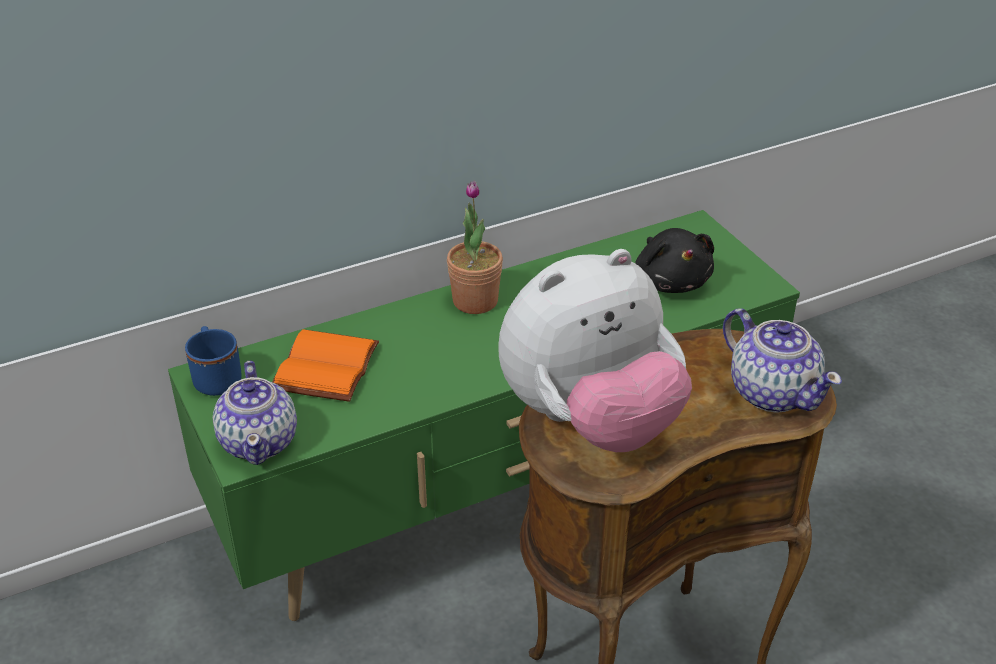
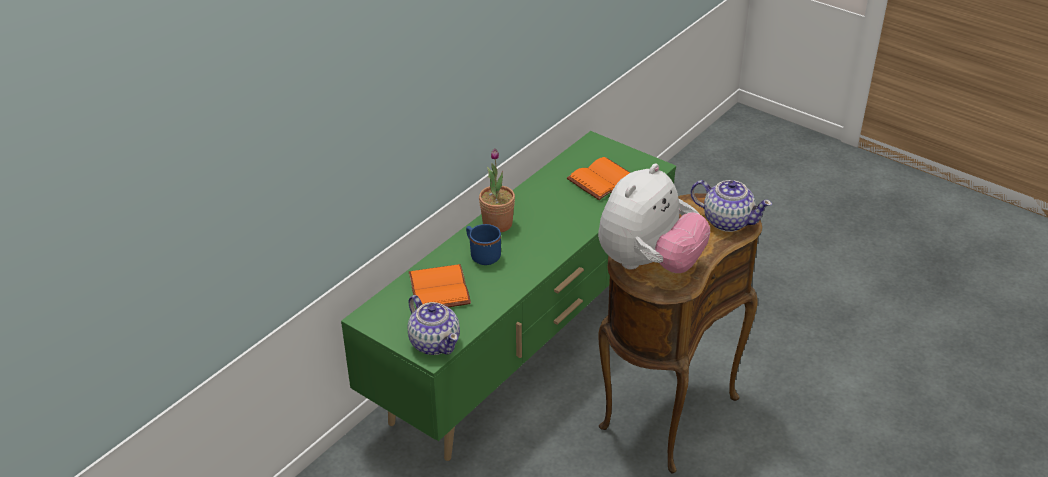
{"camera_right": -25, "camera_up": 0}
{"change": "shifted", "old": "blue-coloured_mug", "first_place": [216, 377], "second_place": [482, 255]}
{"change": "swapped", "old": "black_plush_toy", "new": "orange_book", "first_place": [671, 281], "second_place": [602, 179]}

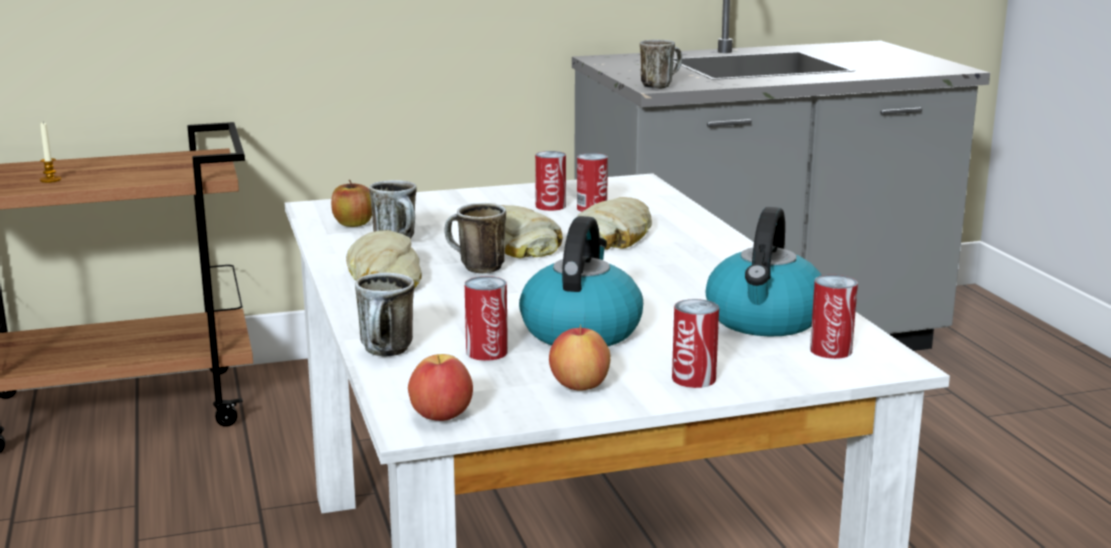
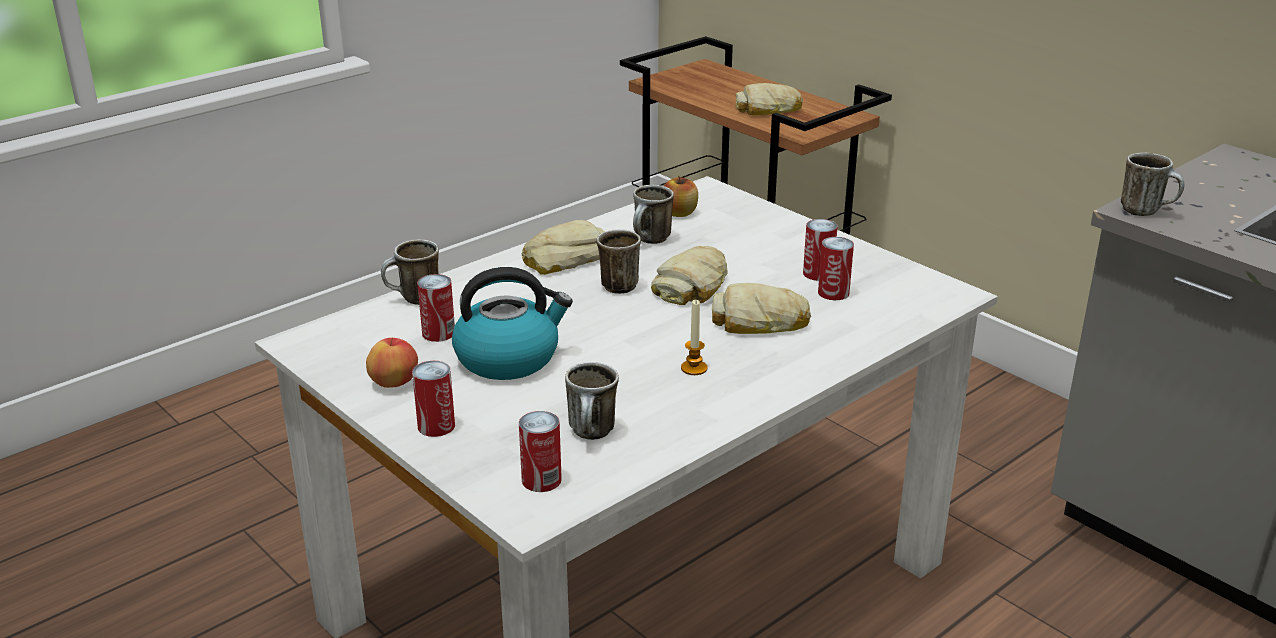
{"camera_right": 65, "camera_up": 10}
{"change": "gone", "old": "whole_apple", "first_place": [441, 416]}
{"change": "new", "new": "bread", "second_place": [768, 109]}
{"change": "shifted", "old": "wax_candle", "first_place": [50, 180], "second_place": [694, 368]}
{"change": "swapped", "old": "water_kettle", "new": "mug", "first_place": [765, 320], "second_place": [593, 435]}

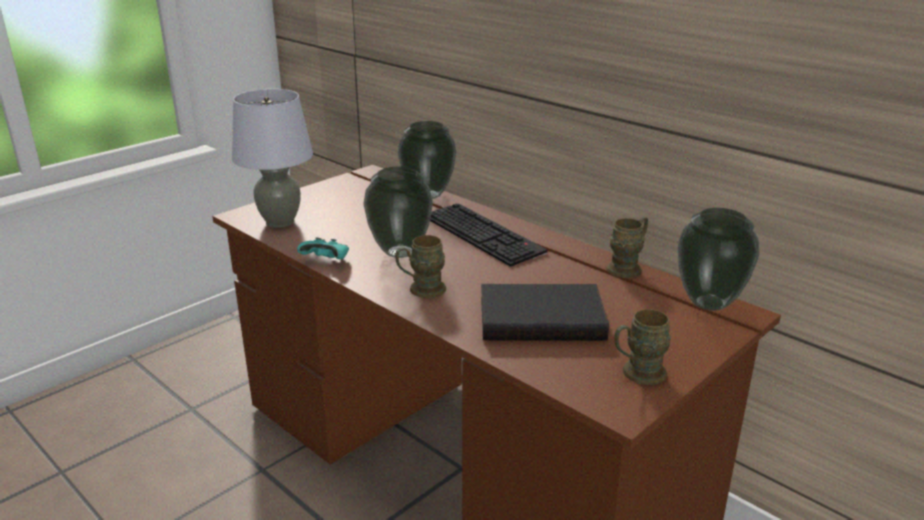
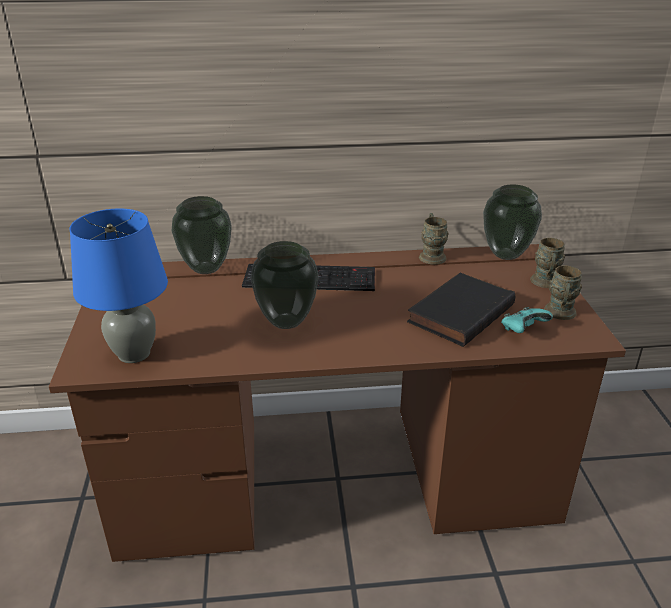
{"camera_right": -50, "camera_up": 5}
{"change": "shifted", "old": "turquoise-coloured_gamepad", "first_place": [327, 261], "second_place": [523, 330]}
{"change": "shifted", "old": "brown_mug", "first_place": [421, 290], "second_place": [545, 283]}
{"change": "repainted", "old": "greyish_tabletop_lamp", "new": "blue-coloured_tabletop_lamp", "first_place": [280, 222], "second_place": [133, 354]}

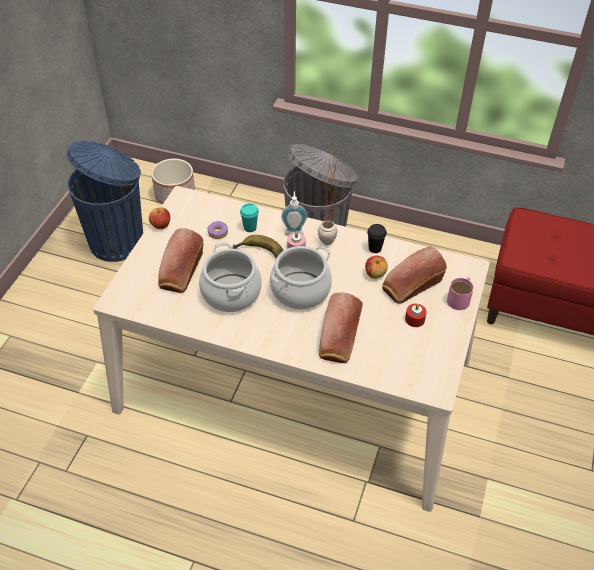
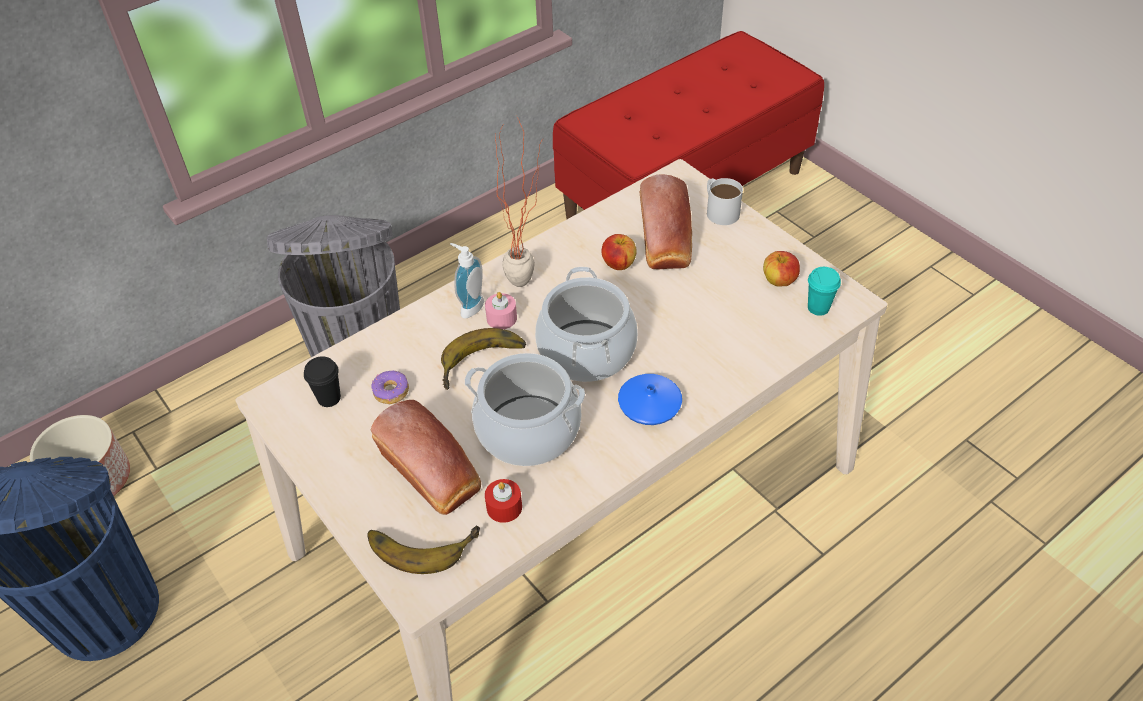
{"camera_right": -55, "camera_up": 0}
{"change": "gone", "old": "bread", "first_place": [338, 339]}
{"change": "new", "new": "banana", "second_place": [422, 541]}
{"change": "new", "new": "blue-coloured_decorative_vase", "second_place": [649, 405]}
{"change": "shifted", "old": "whole_apple", "first_place": [161, 225], "second_place": [779, 281]}
{"change": "shifted", "old": "turquoise-coloured_cup", "first_place": [250, 228], "second_place": [818, 308]}
{"change": "shifted", "old": "black_cup", "first_place": [375, 248], "second_place": [329, 398]}
{"change": "shifted", "old": "red-coloured_wax_candle", "first_place": [415, 319], "second_place": [504, 507]}
{"change": "repainted", "old": "pink-coloured_mug", "new": "whitish_mug", "first_place": [460, 298], "second_place": [719, 210]}

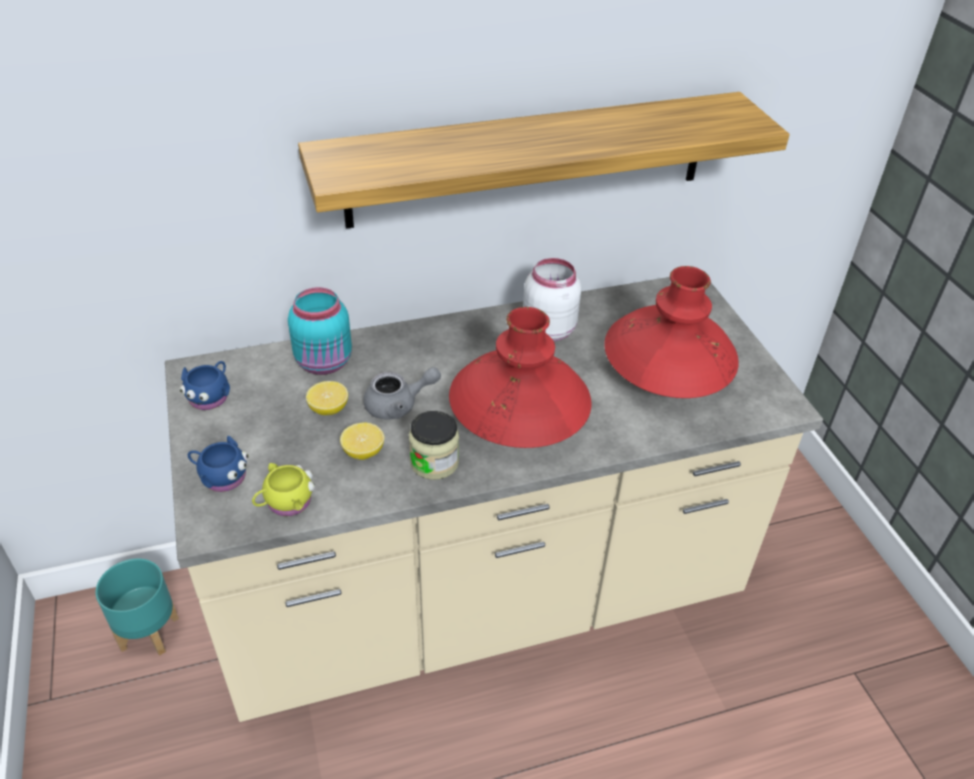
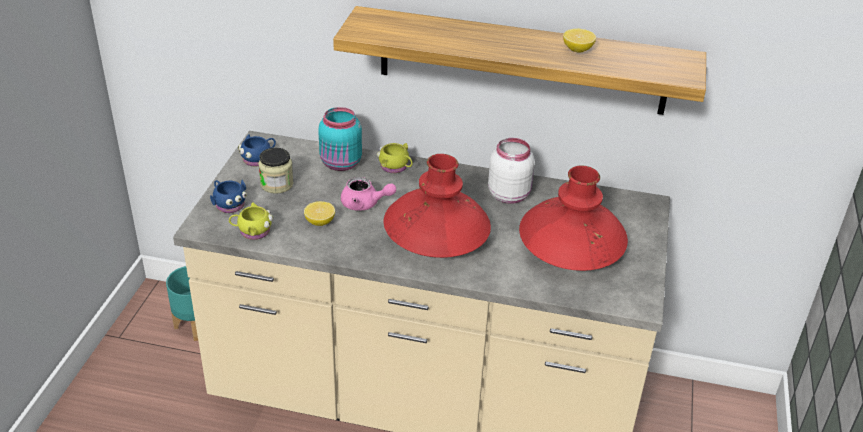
{"camera_right": 30, "camera_up": -5}
{"change": "new", "new": "yellow-coloured_mug", "second_place": [396, 167]}
{"change": "shifted", "old": "whole_lemon", "first_place": [329, 409], "second_place": [577, 50]}
{"change": "shifted", "old": "storage_jar", "first_place": [434, 462], "second_place": [277, 184]}
{"change": "repainted", "old": "greyish_tea_pot", "new": "pink-coloured_tea_pot", "first_place": [398, 405], "second_place": [365, 204]}

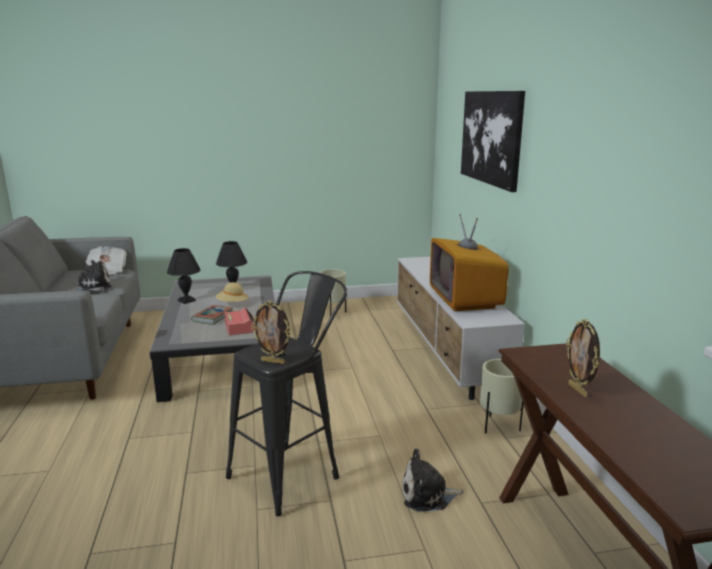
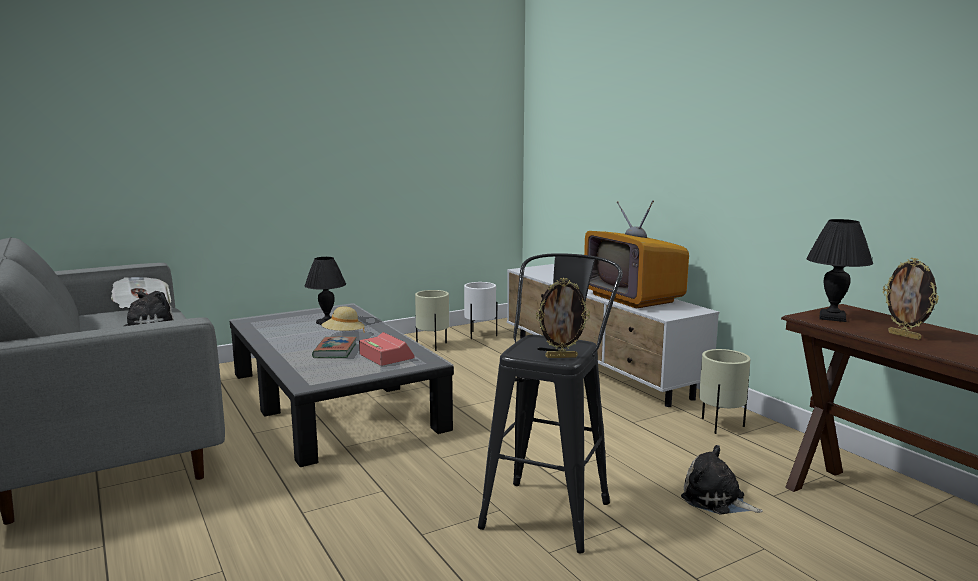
{"camera_right": -20, "camera_up": -5}
{"change": "gone", "old": "picture", "first_place": [491, 137]}
{"change": "new", "new": "whitish_plant_pot", "second_place": [480, 336]}
{"change": "shifted", "old": "black_tabletop_lamp", "first_place": [187, 300], "second_place": [832, 317]}
{"change": "rotated", "old": "plush_toy", "first_place": [427, 495], "second_place": [716, 500], "degrees": 60}

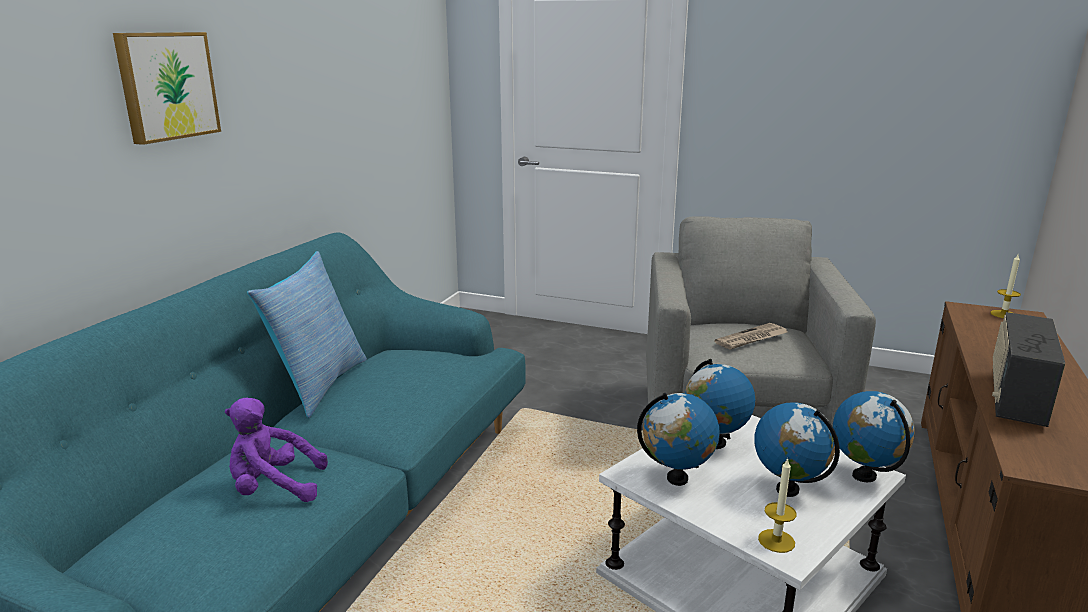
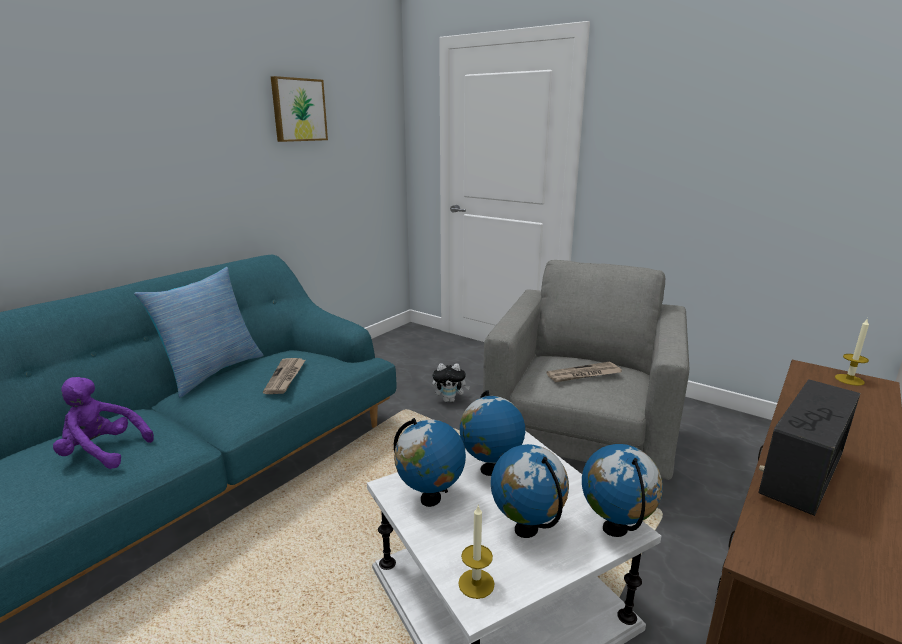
{"camera_right": 15, "camera_up": 0}
{"change": "new", "new": "newspaper", "second_place": [285, 377]}
{"change": "new", "new": "plush_toy", "second_place": [450, 400]}
{"change": "shifted", "old": "picture", "first_place": [166, 86], "second_place": [298, 110]}

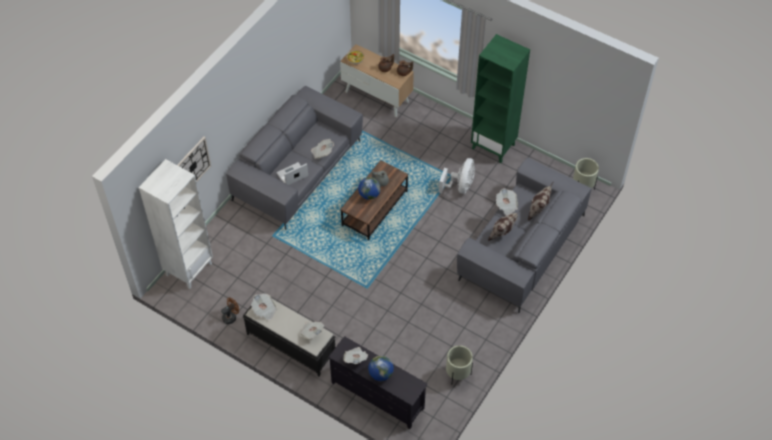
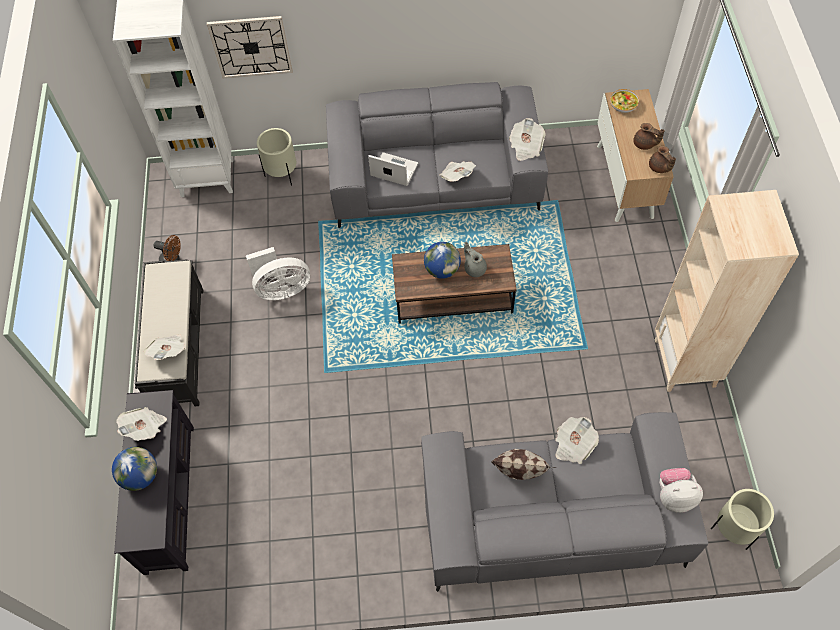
{"camera_right": 55, "camera_up": 5}
{"change": "gone", "old": "pillow", "first_place": [538, 210]}
{"change": "new", "new": "plush_toy", "second_place": [674, 496]}
{"change": "shifted", "old": "newspaper", "first_place": [264, 310], "second_place": [525, 147]}
{"change": "shifted", "old": "whitish_cooling_fan", "first_place": [460, 186], "second_place": [281, 289]}
{"change": "shifted", "old": "sand-coloured_plant_pot", "first_place": [457, 374], "second_place": [282, 174]}
{"change": "repainted", "old": "greenish_bookcase", "new": "sand-coloured_bookcase", "first_place": [493, 146], "second_place": [685, 363]}

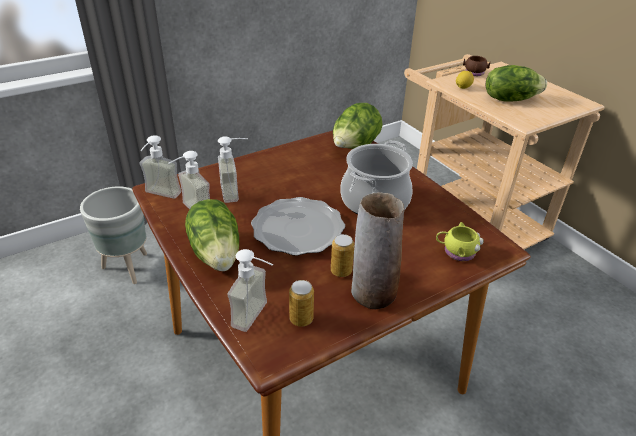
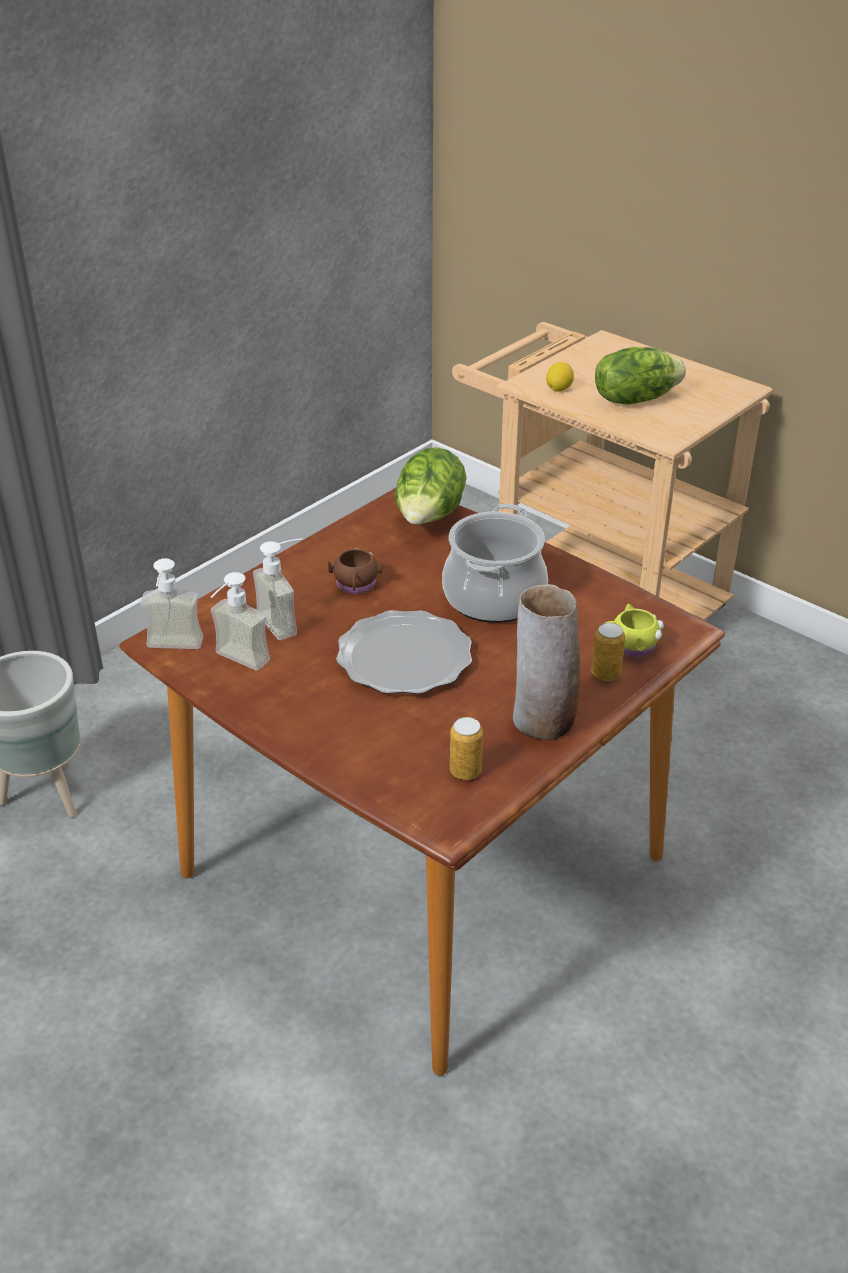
{"camera_right": -15, "camera_up": 0}
{"change": "gone", "old": "lettuce", "first_place": [217, 253]}
{"change": "gone", "old": "soap_dispenser", "first_place": [258, 317]}
{"change": "shifted", "old": "can", "first_place": [341, 271], "second_place": [605, 674]}
{"change": "shifted", "old": "brown_mug", "first_place": [474, 73], "second_place": [356, 586]}

